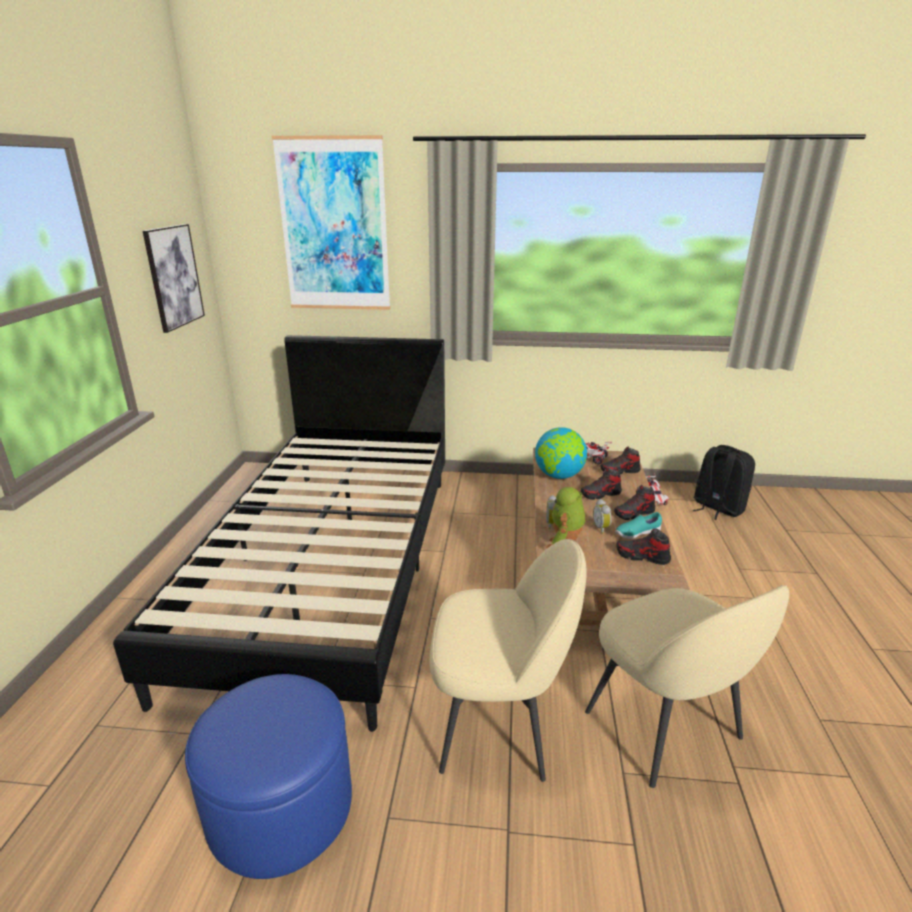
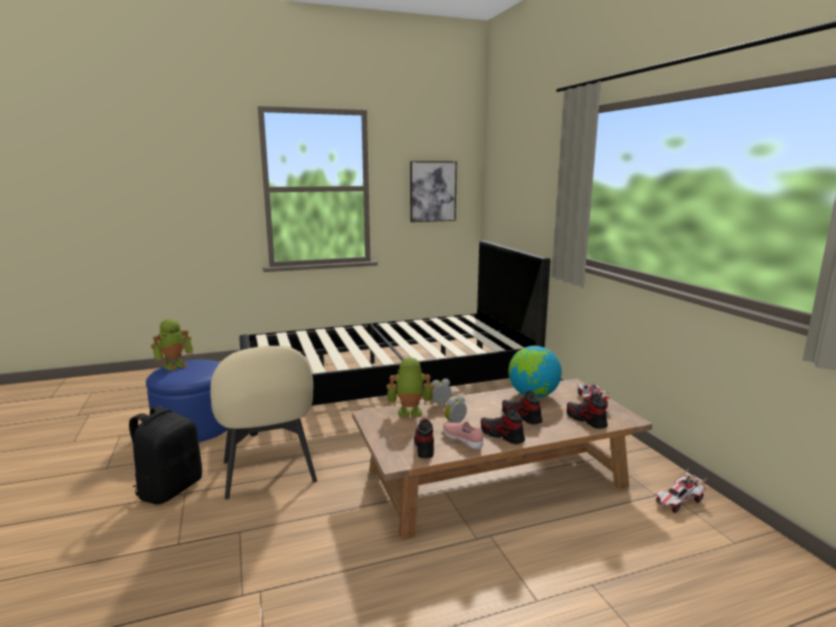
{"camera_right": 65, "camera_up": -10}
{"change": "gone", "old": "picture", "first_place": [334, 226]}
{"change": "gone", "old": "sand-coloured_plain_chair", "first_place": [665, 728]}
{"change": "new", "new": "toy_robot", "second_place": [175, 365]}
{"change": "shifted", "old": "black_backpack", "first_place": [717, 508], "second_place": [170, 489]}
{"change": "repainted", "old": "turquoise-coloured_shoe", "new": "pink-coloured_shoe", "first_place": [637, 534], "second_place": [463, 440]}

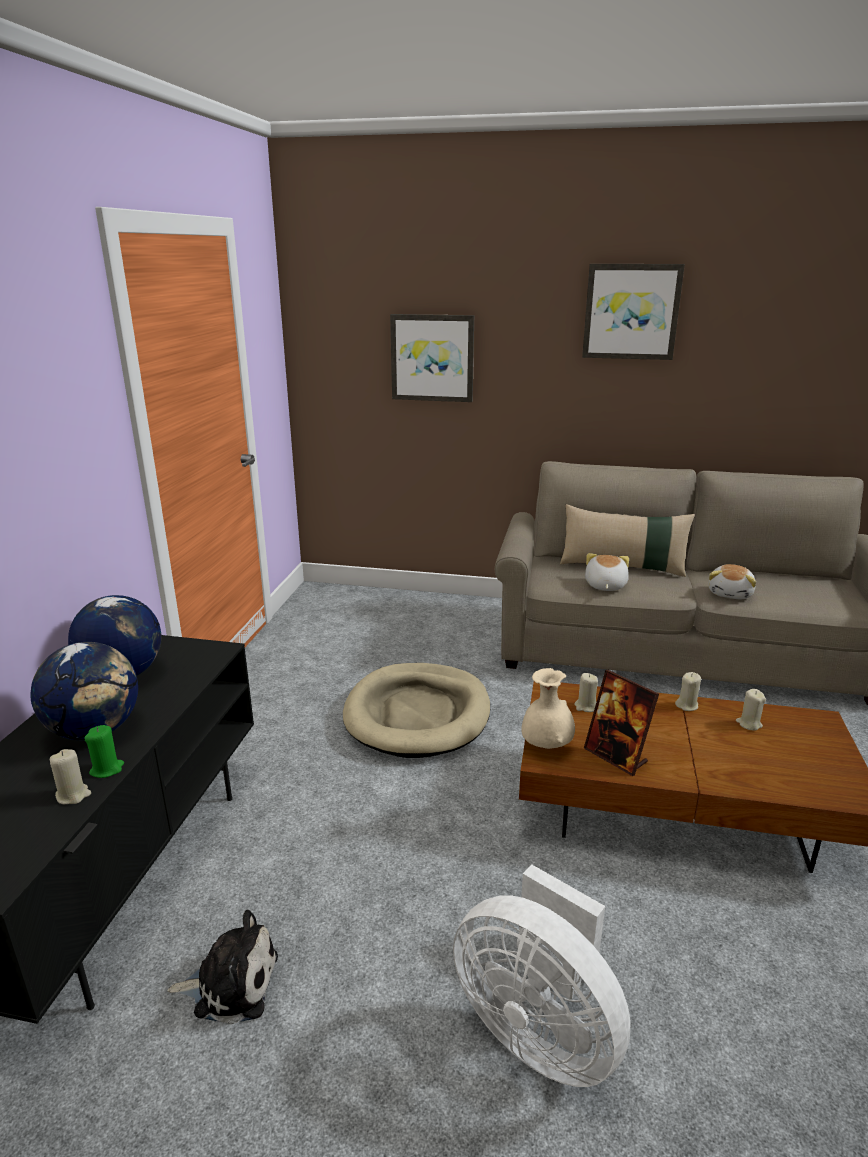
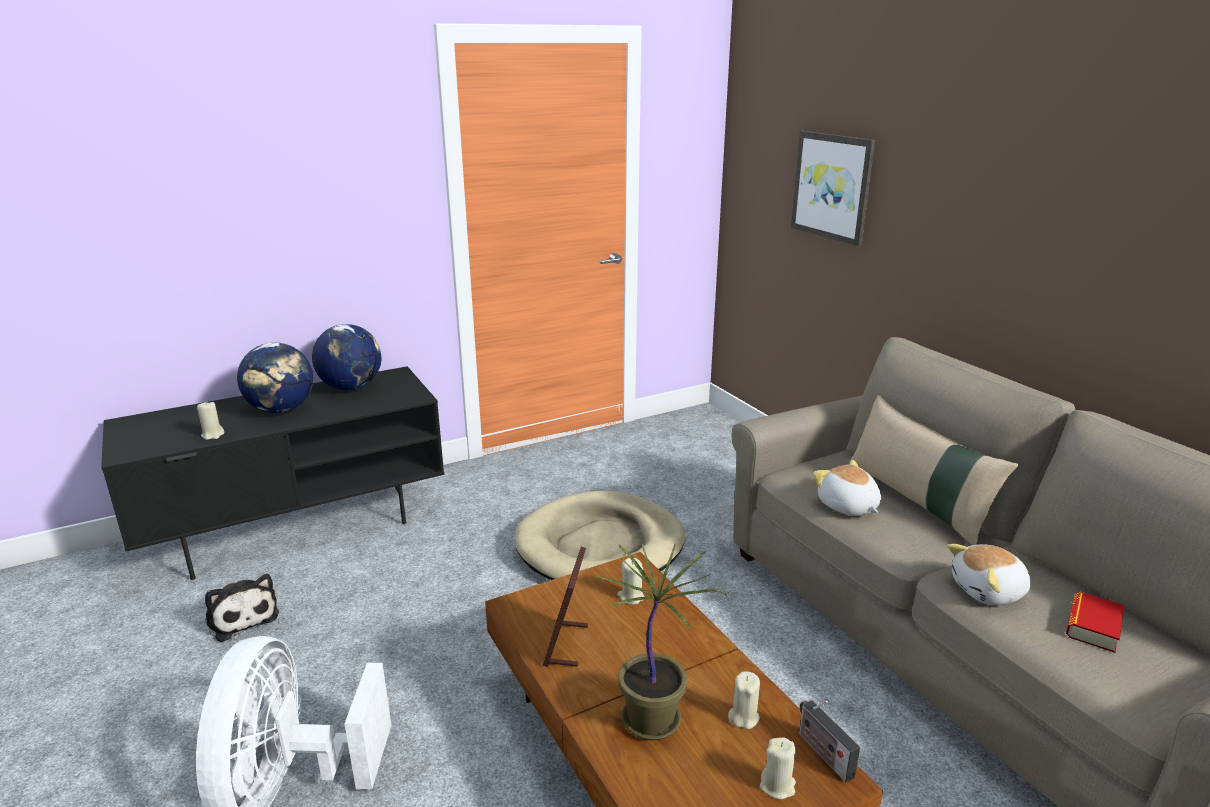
{"camera_right": 50, "camera_up": 0}
{"change": "gone", "old": "greenish_wax_candle", "first_place": [107, 769]}
{"change": "gone", "old": "sand-coloured_decorative_vase", "first_place": [546, 746]}
{"change": "gone", "old": "picture", "first_place": [631, 312]}
{"change": "new", "new": "houseplant", "second_place": [653, 720]}
{"change": "new", "new": "radio", "second_place": [822, 753]}
{"change": "new", "new": "book", "second_place": [1092, 627]}
{"change": "shifted", "old": "sand-coloured_wax_candle", "first_place": [687, 705], "second_place": [777, 785]}
{"change": "rotated", "old": "plush_toy", "first_place": [604, 586], "second_place": [847, 506], "degrees": -90}

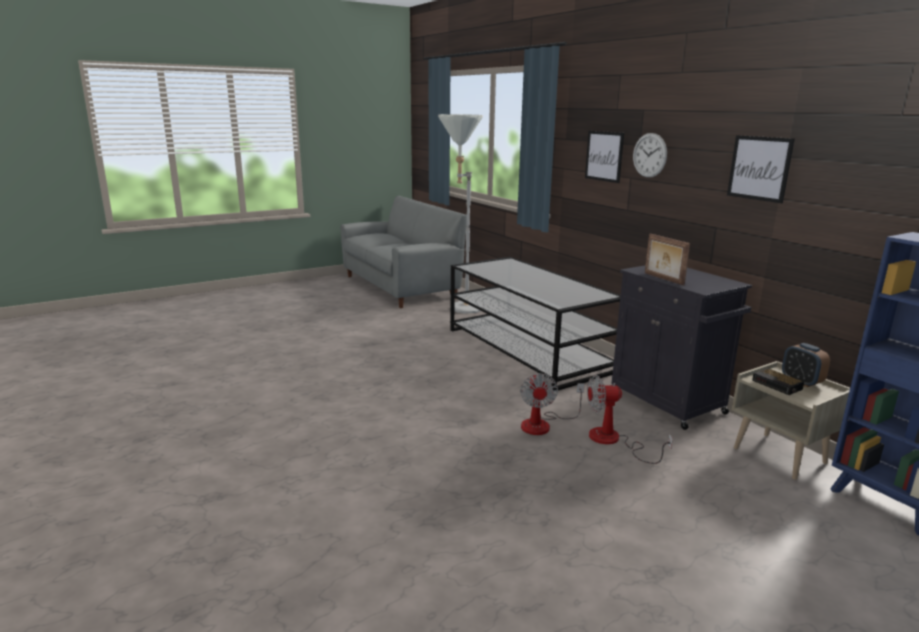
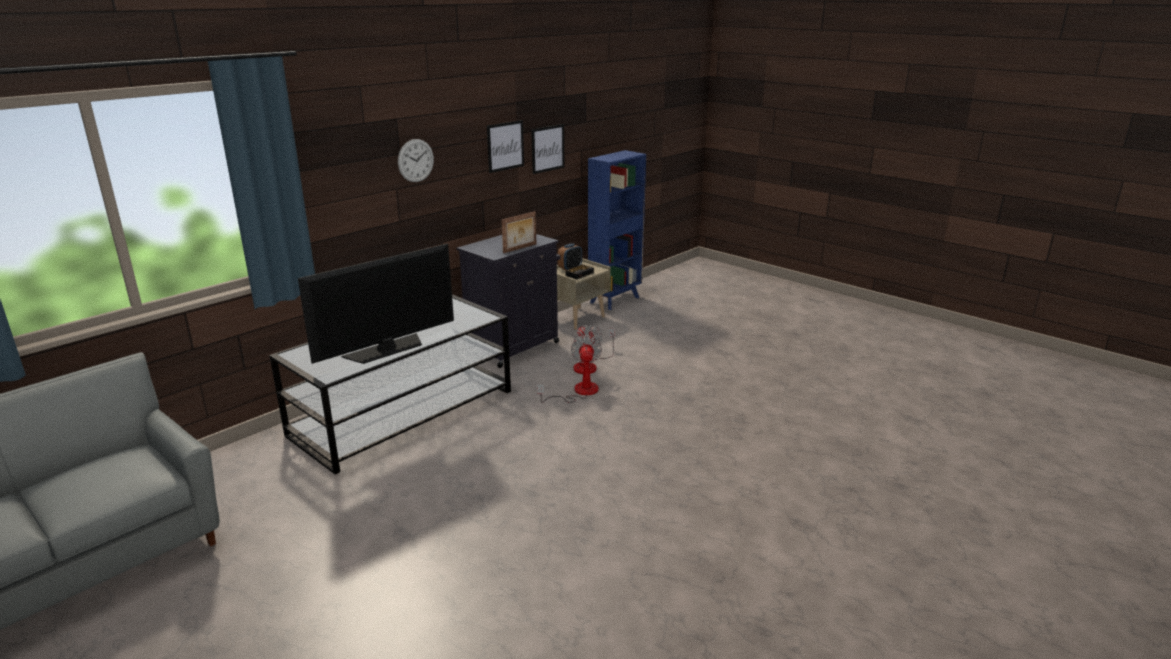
{"camera_right": -105, "camera_up": 5}
{"change": "gone", "old": "greyish_standing_lamp", "first_place": [460, 309]}
{"change": "new", "new": "television", "second_place": [386, 349]}
{"change": "shifted", "old": "picture", "first_place": [604, 156], "second_place": [547, 148]}
{"change": "rotated", "old": "cooling_fan", "first_place": [543, 424], "second_place": [578, 392], "degrees": -75}

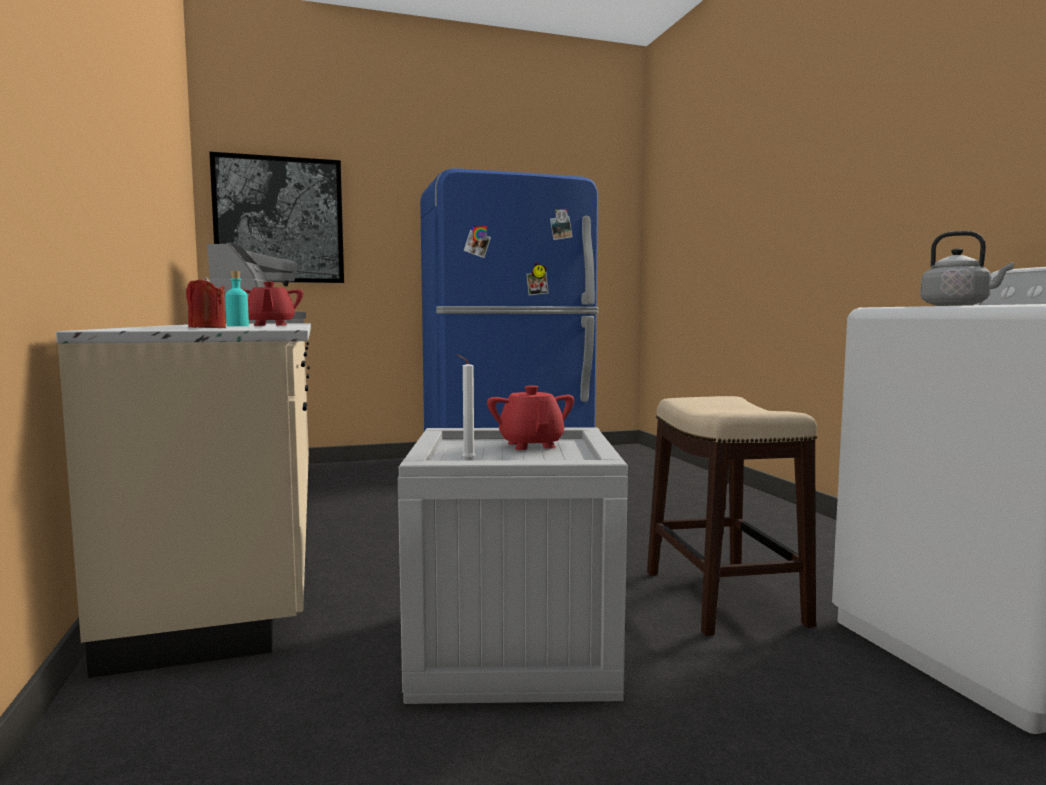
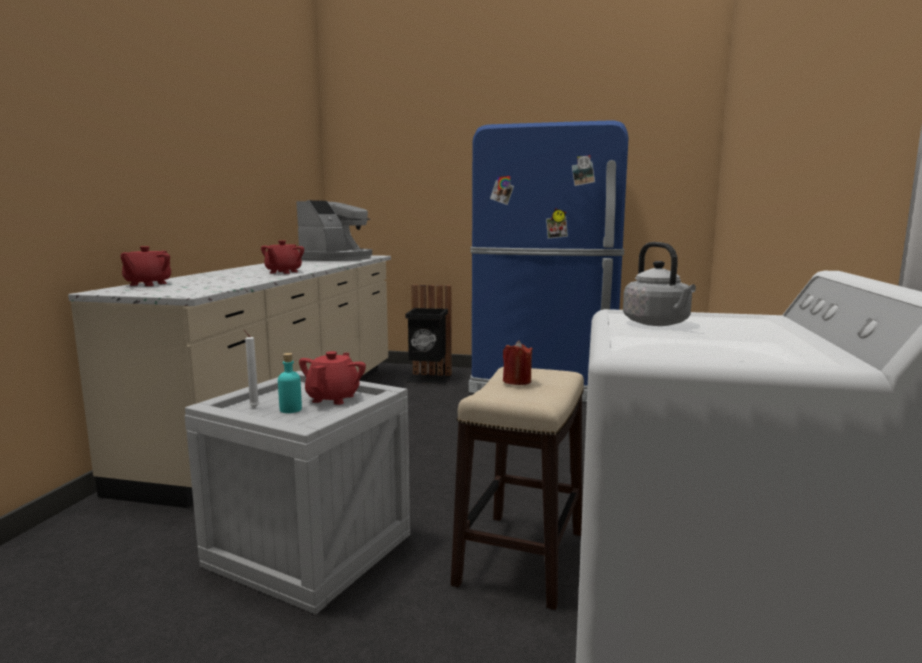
{"camera_right": 30, "camera_up": 5}
{"change": "gone", "old": "picture", "first_place": [279, 220]}
{"change": "new", "new": "red-coloured_tea_pot", "second_place": [147, 284]}
{"change": "new", "new": "black_rubbish_bin", "second_place": [429, 379]}
{"change": "shifted", "old": "red-coloured_wax_candle", "first_place": [207, 328], "second_place": [517, 381]}
{"change": "shifted", "old": "turquoise-coloured_drink_bottle", "first_place": [237, 326], "second_place": [290, 409]}

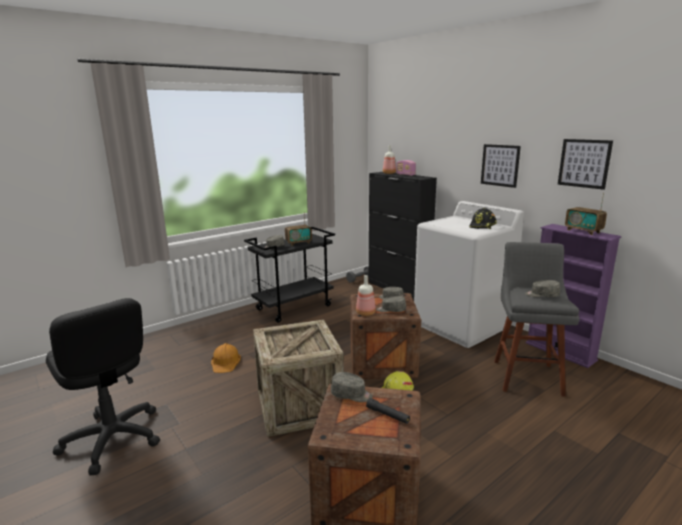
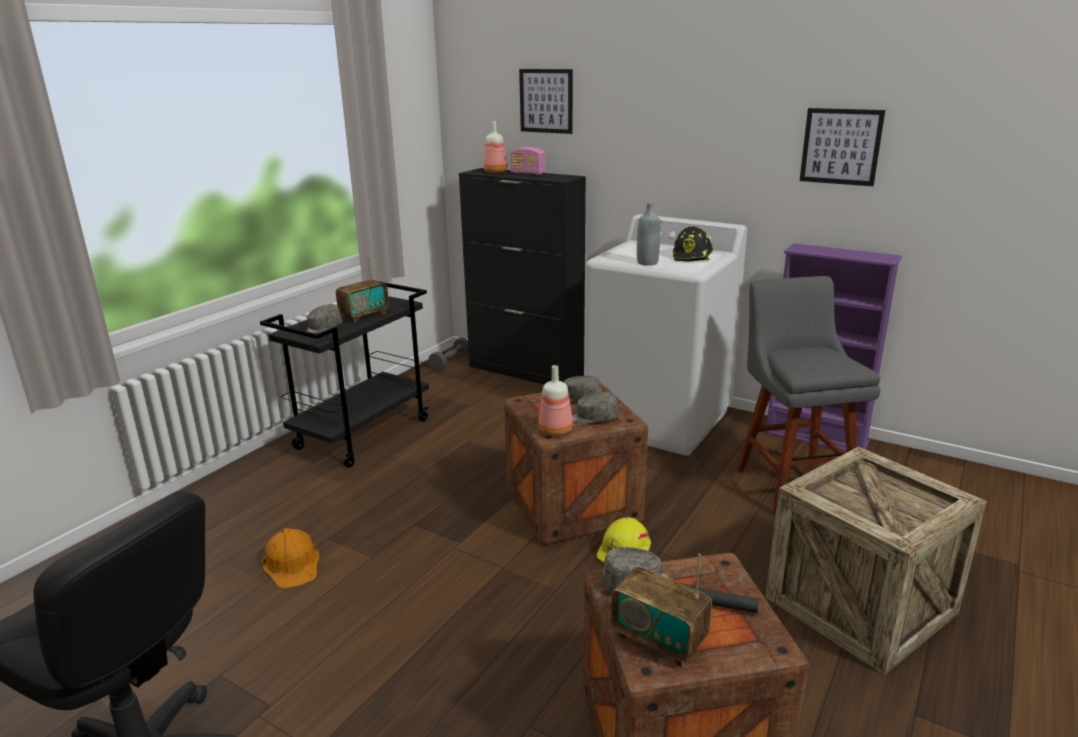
{"camera_right": -20, "camera_up": 5}
{"change": "gone", "old": "greyish_baseball_cap", "first_place": [542, 295]}
{"change": "new", "new": "greyish_drink_bottle", "second_place": [647, 263]}
{"change": "shifted", "old": "crate", "first_place": [299, 405], "second_place": [860, 605]}
{"change": "shifted", "old": "picture", "first_place": [500, 165], "second_place": [546, 101]}
{"change": "shifted", "old": "radio", "first_place": [583, 231], "second_place": [659, 640]}

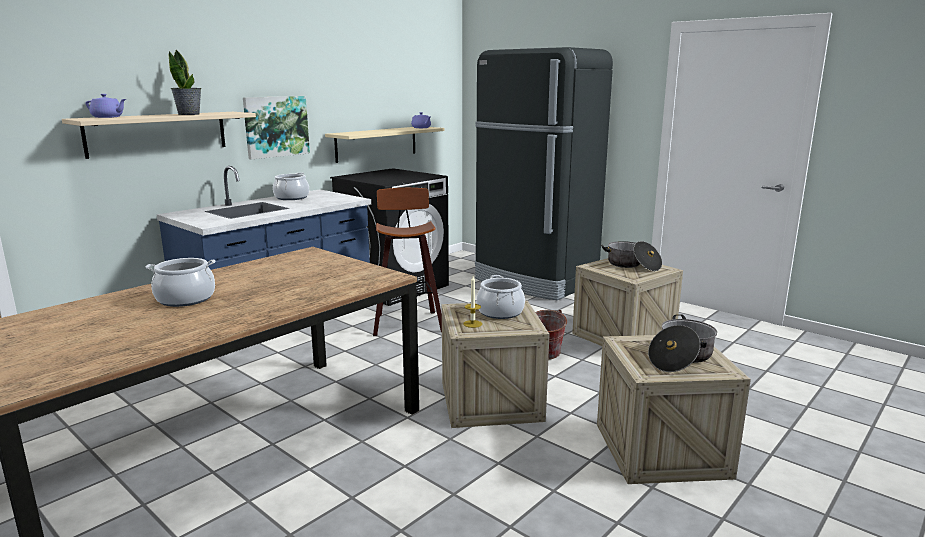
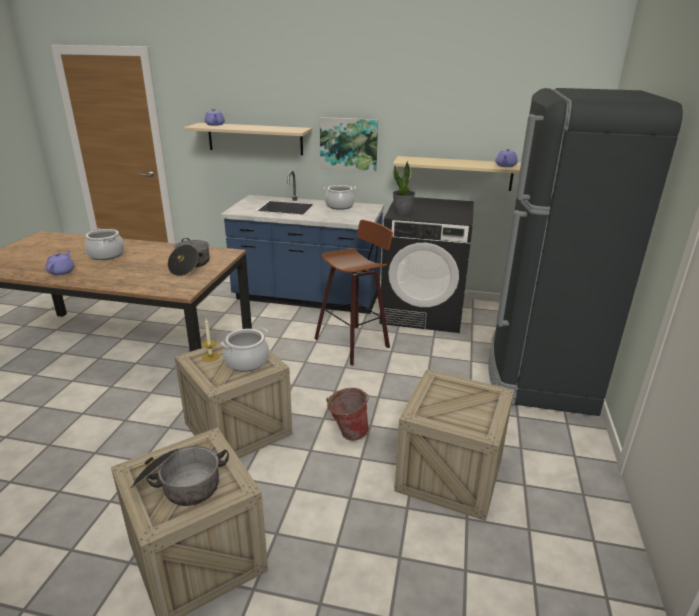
{"camera_right": 60, "camera_up": 10}
{"change": "new", "new": "purple-coloured_tea_pot", "second_place": [62, 271]}
{"change": "shifted", "old": "houseplant", "first_place": [189, 114], "second_place": [402, 213]}
{"change": "shifted", "old": "stockpot", "first_place": [632, 265], "second_place": [190, 266]}

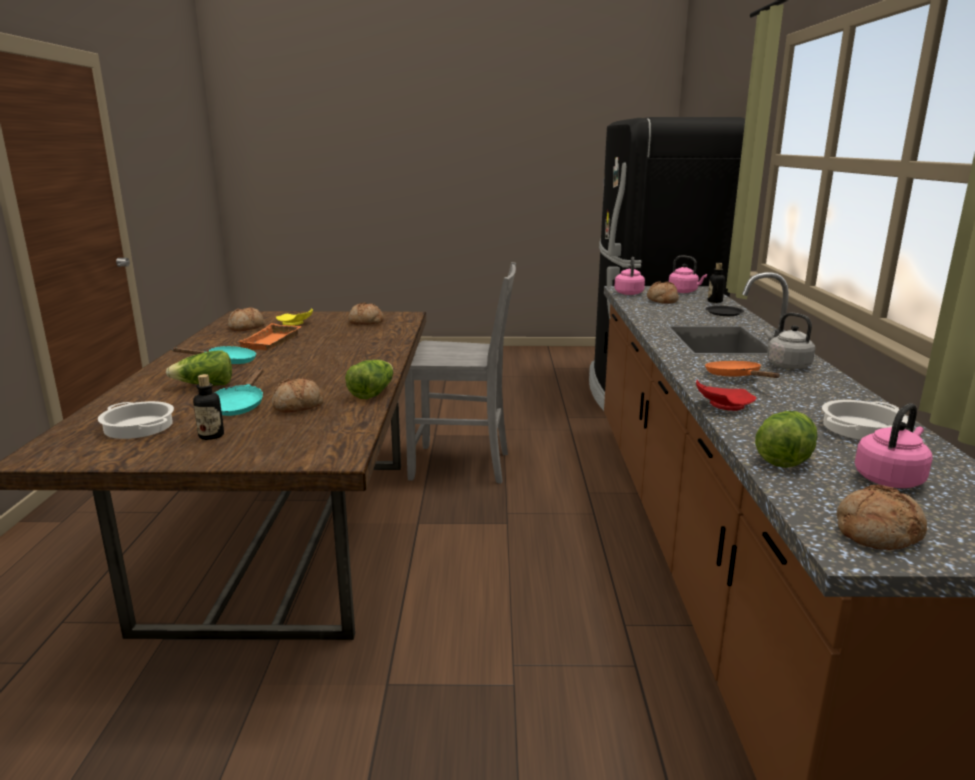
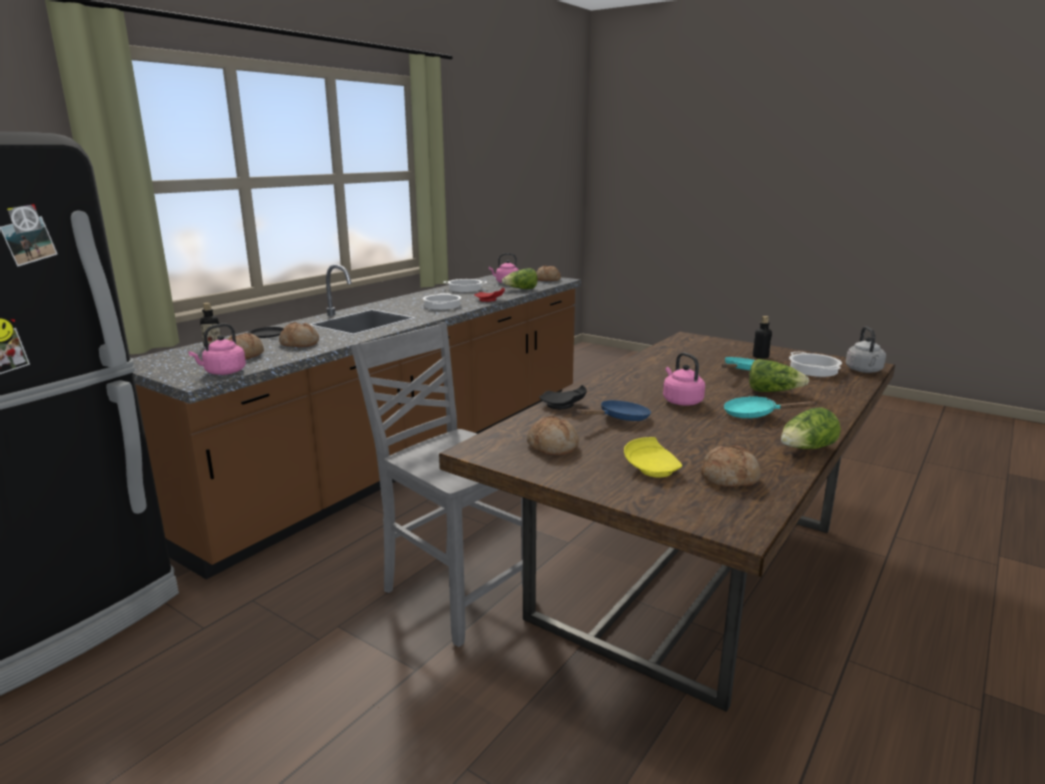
{"camera_right": -145, "camera_up": 0}
{"change": "gone", "old": "orange_carrying_tray", "first_place": [272, 342]}
{"change": "new", "new": "black_dinner_plate", "second_place": [563, 406]}
{"change": "new", "new": "blue-coloured_skillet", "second_place": [620, 419]}
{"change": "shifted", "old": "bread", "first_place": [298, 406], "second_place": [300, 343]}
{"change": "shifted", "old": "lettuce", "first_place": [372, 393], "second_place": [806, 449]}
{"change": "shifted", "old": "pink-coloured_water_kettle", "first_place": [684, 292], "second_place": [681, 401]}
{"change": "shifted", "old": "greyish_water_kettle", "first_place": [786, 365], "second_place": [864, 371]}
{"change": "swapped", "old": "orange_skillet", "new": "stockpot", "first_place": [736, 377], "second_place": [442, 306]}

